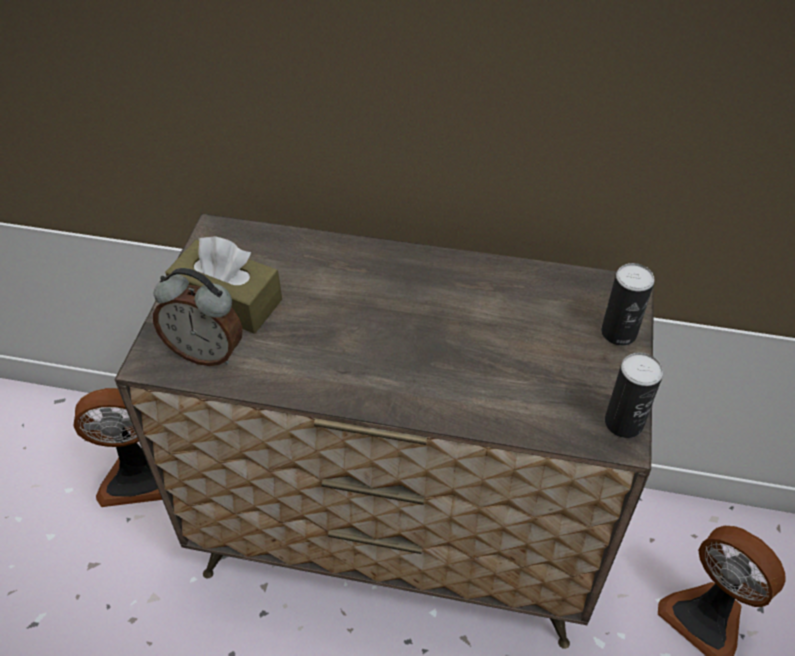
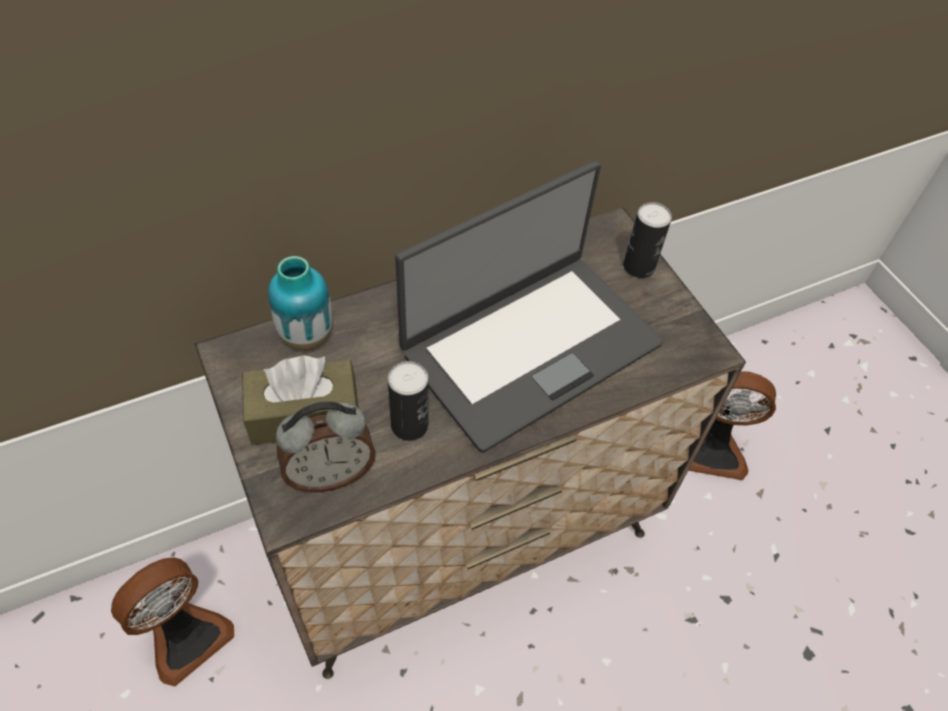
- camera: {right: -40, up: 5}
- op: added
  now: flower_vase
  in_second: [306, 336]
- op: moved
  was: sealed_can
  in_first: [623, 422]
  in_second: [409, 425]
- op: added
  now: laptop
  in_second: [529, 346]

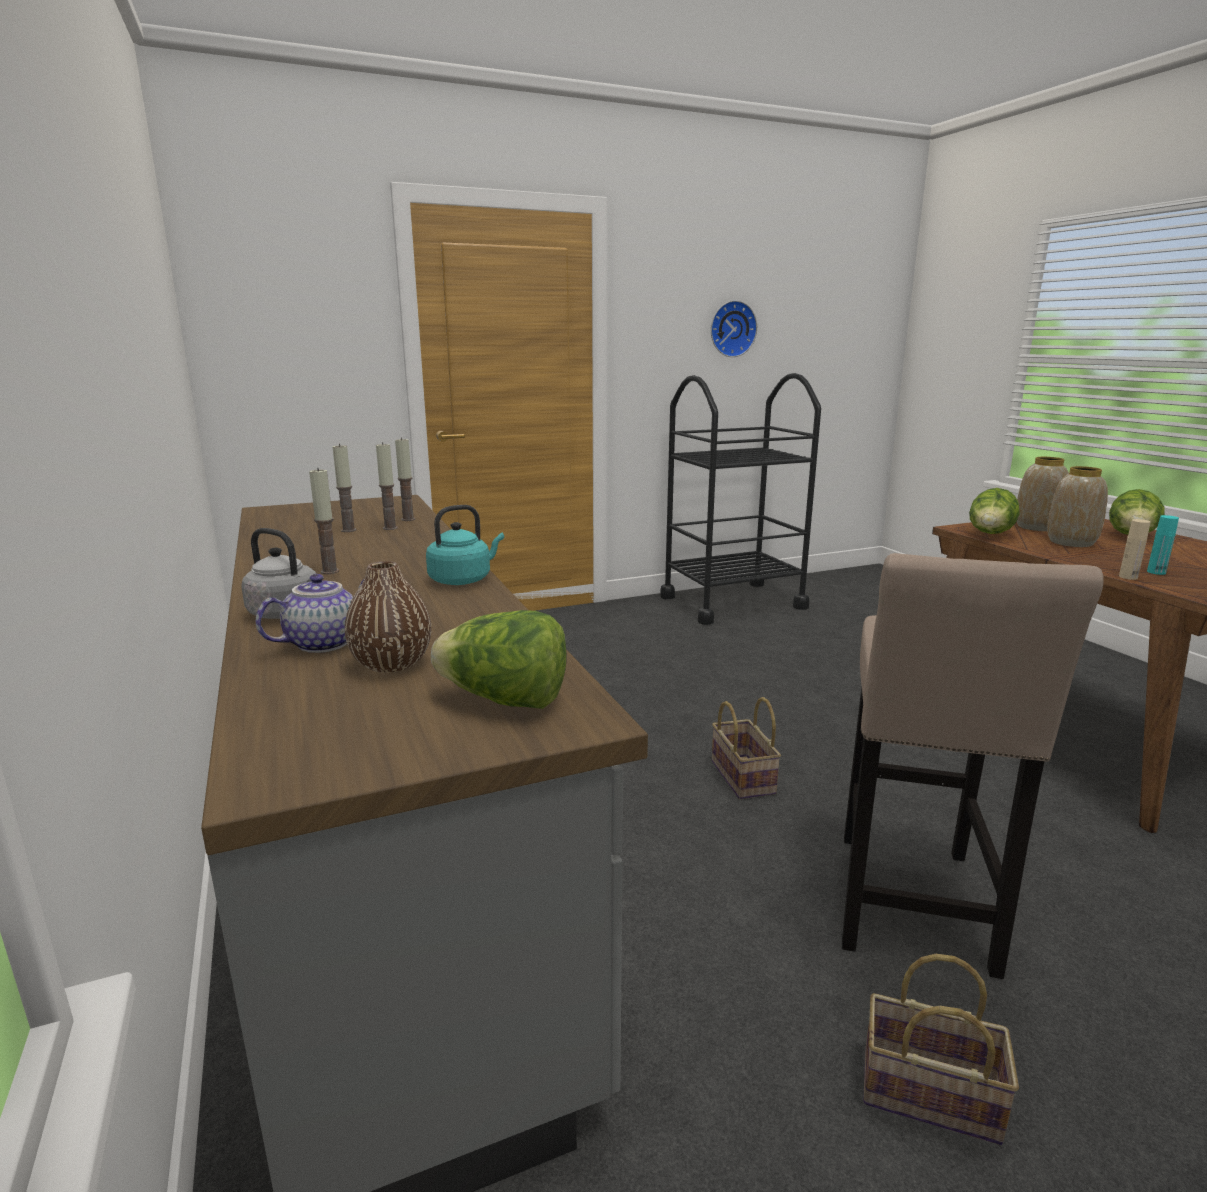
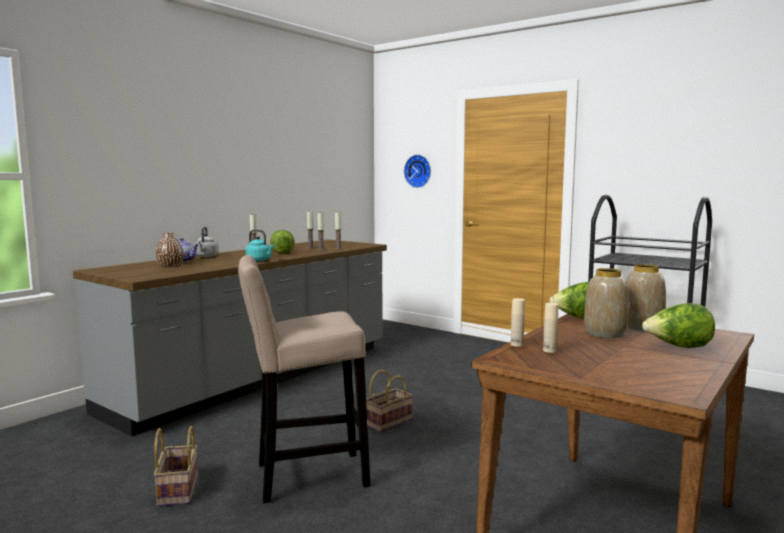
- camera: {right: 60, up: -10}
- op: moved
  was: lettuce_head
  in_first: [505, 701]
  in_second: [281, 252]
- op: moved
  was: wall_clock
  in_first: [731, 329]
  in_second: [418, 171]
- op: recoloured
  was: turquoise_beverage_bottle
  now: beige-coloured_beverage_bottle
  in_first: [1156, 572]
  in_second: [549, 350]

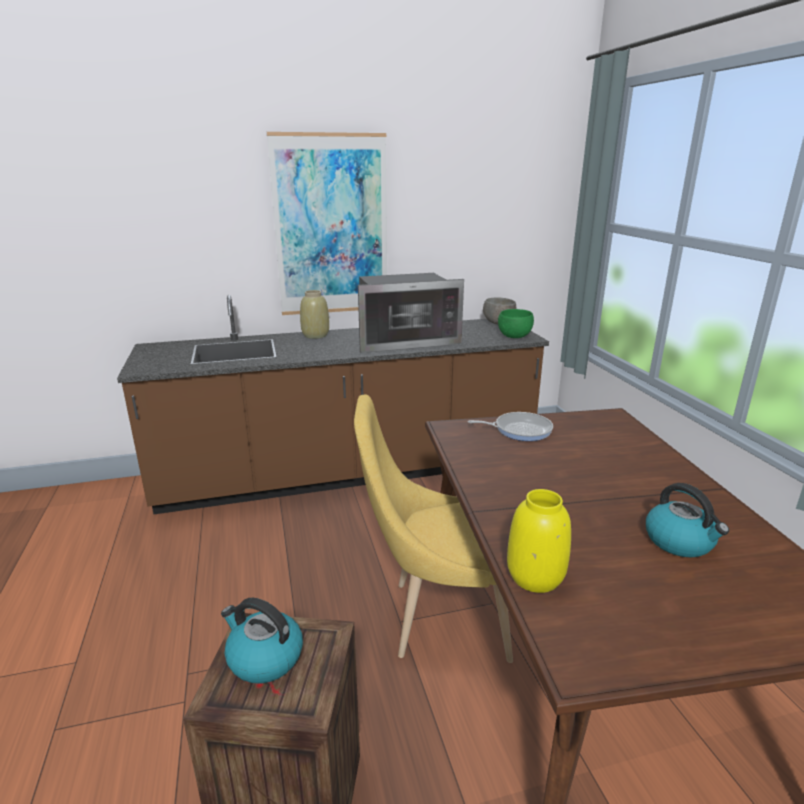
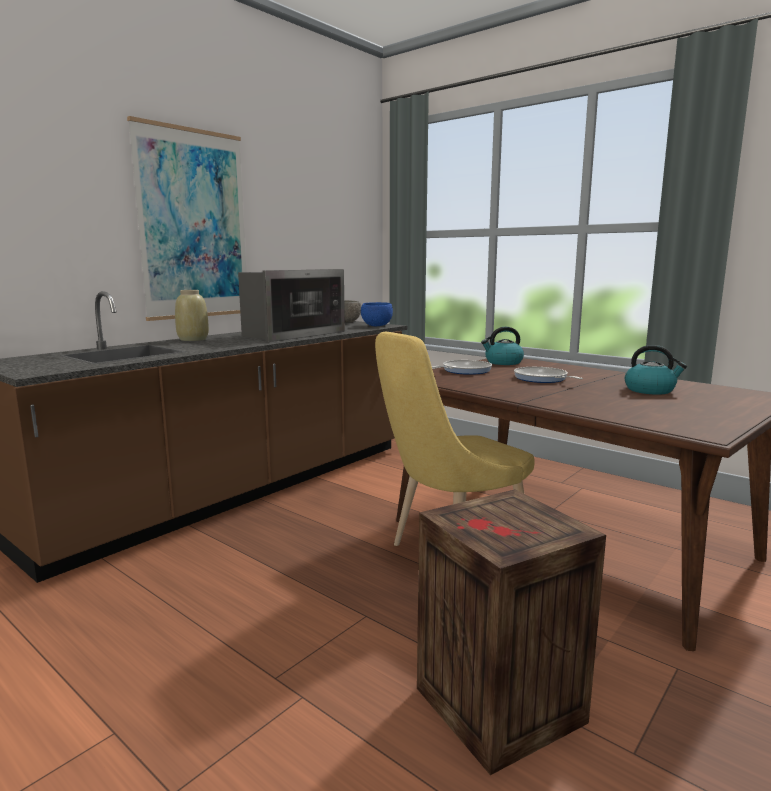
- camera: {right: -35, up: -10}
- op: recoloured
  was: green_bowl
  now: blue-coloured_bowl
  in_first: [514, 336]
  in_second: [376, 326]
- op: moved
  was: water_kettle
  in_first: [264, 658]
  in_second: [503, 362]
- op: added
  now: frying_pan
  in_second: [542, 379]
- op: removed
  was: yellow_flower_vase
  in_first: [534, 577]

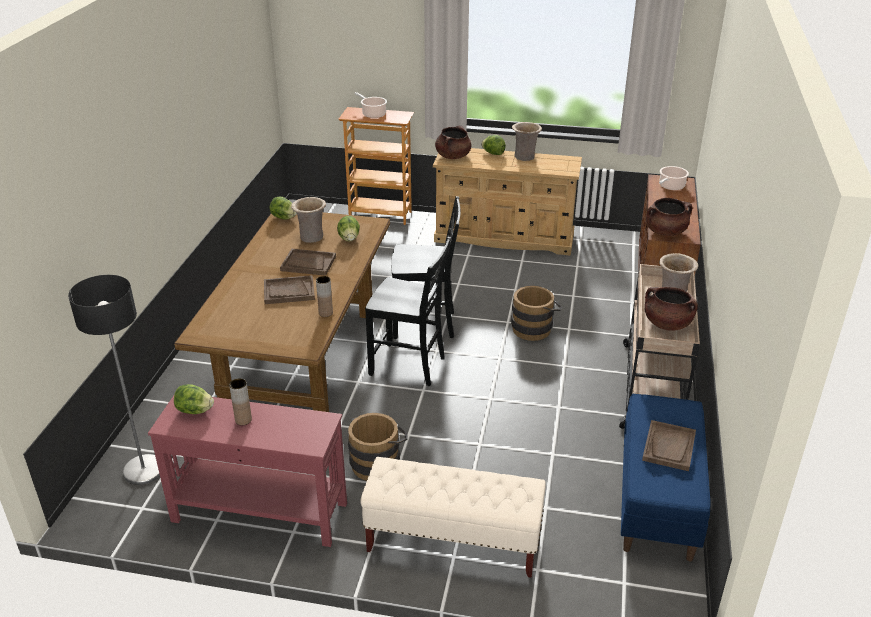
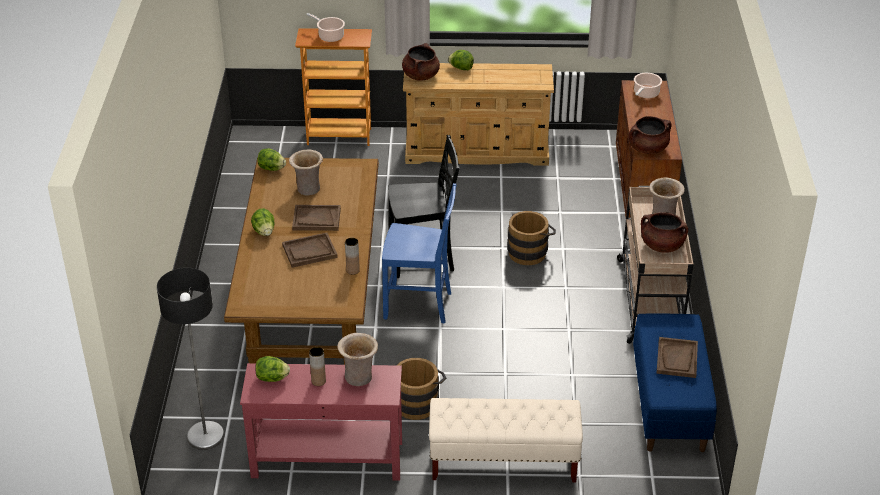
- camera: {right: -10, up: 5}
- op: moved
  was: lettuce_head
  in_first: [349, 239]
  in_second: [264, 231]
- op: moved
  was: beige-coloured_flower_vase
  in_first: [525, 157]
  in_second: [359, 376]
- op: recoloured
  was: blackish_plain_chair
  now: blue-coloured_plain_chair
  in_first: [409, 366]
  in_second: [419, 305]

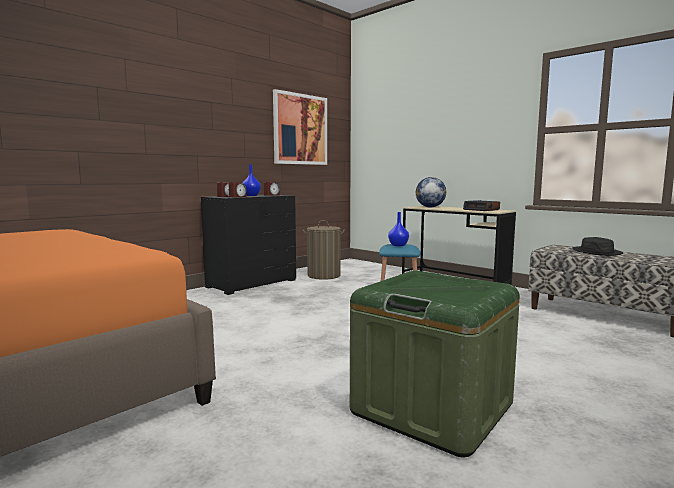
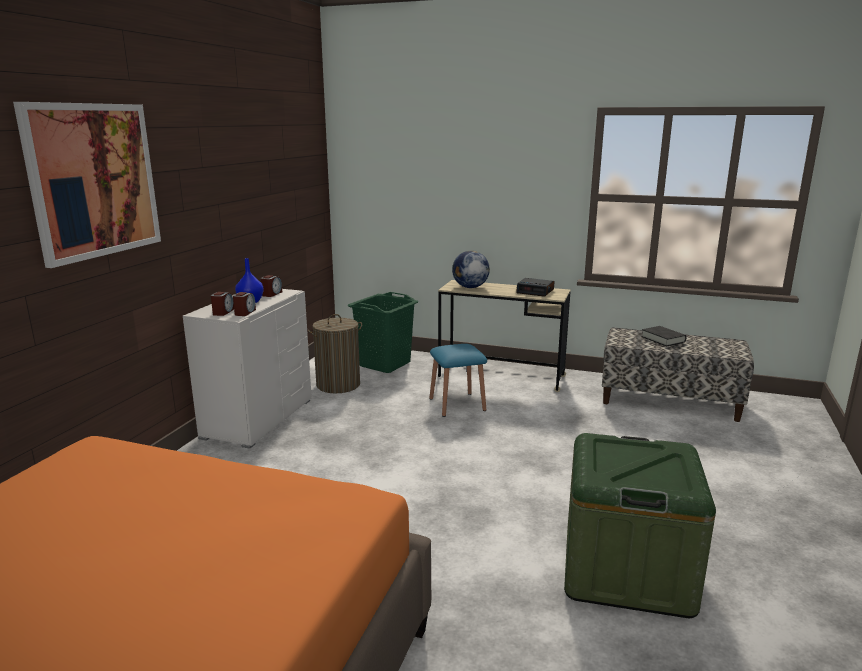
- camera: {right: -25, up: 10}
- op: moved
  was: picture
  in_first: [300, 129]
  in_second: [94, 180]
- op: recoloured
  was: blackish_drawer_chest
  now: white_drawer_chest
  in_first: [251, 283]
  in_second: [257, 418]
- op: added
  now: green_washing_basket
  in_second: [385, 364]
- op: replaced
  was: blackish_clothing_hat
  now: blackish_volume
  in_first: [597, 252]
  in_second: [663, 339]
- op: removed
  was: blue-coloured_flower_vase
  in_first: [398, 245]

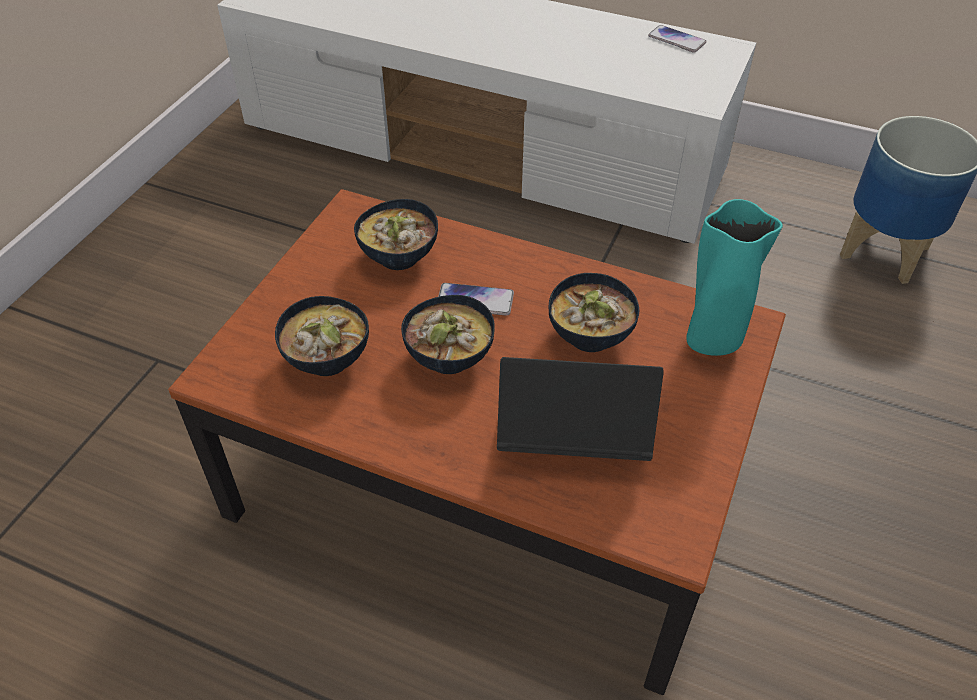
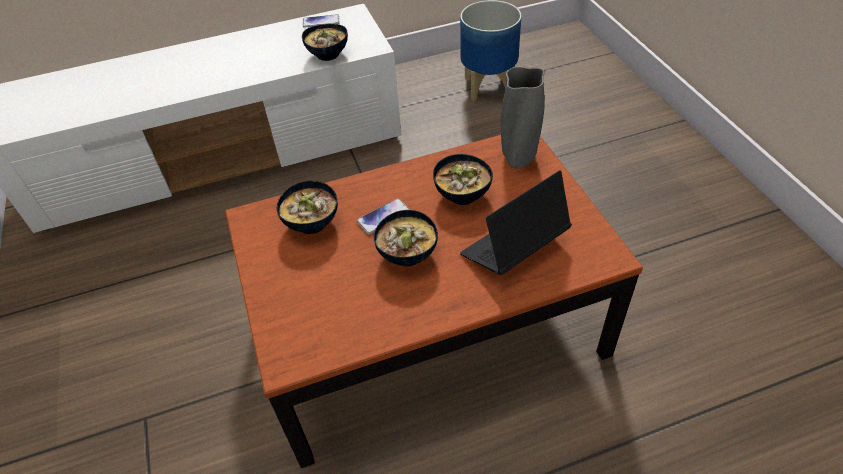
- camera: {right: -40, up: 0}
- op: moved
  was: bowl
  in_first: [327, 361]
  in_second: [328, 55]
- op: recoloured
  was: turquoise_flower_vase
  now: greyish_flower_vase
  in_first: [712, 341]
  in_second: [518, 159]

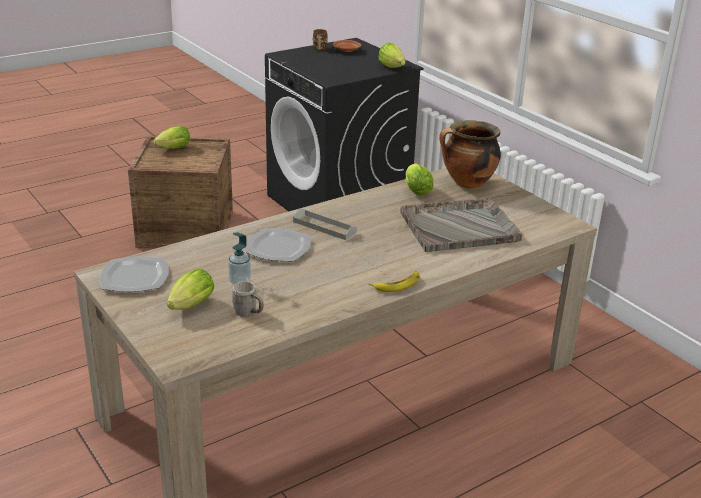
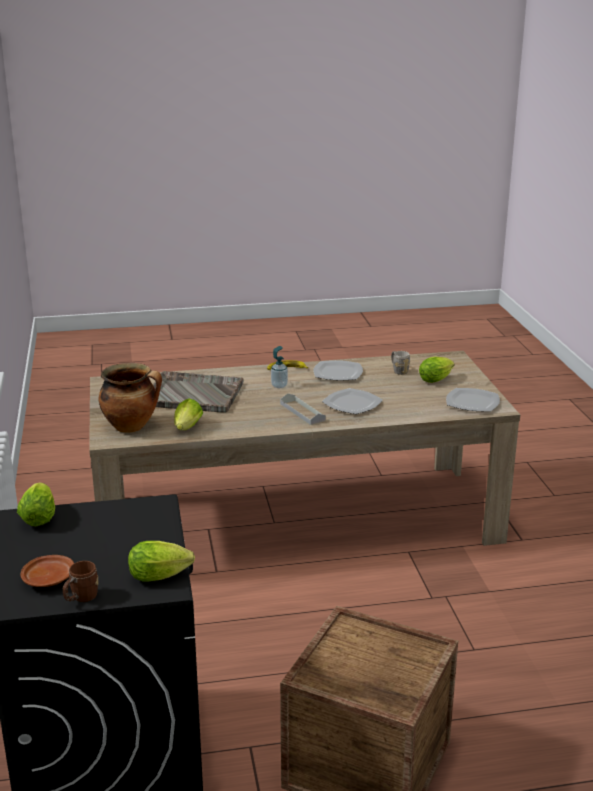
- camera: {right: -155, up: -5}
- op: moved
  was: lettuce_head
  in_first: [172, 149]
  in_second: [163, 576]
- op: moved
  was: soap_dispenser
  in_first: [240, 281]
  in_second: [279, 386]
- op: added
  now: dinner_plate
  in_second: [337, 373]

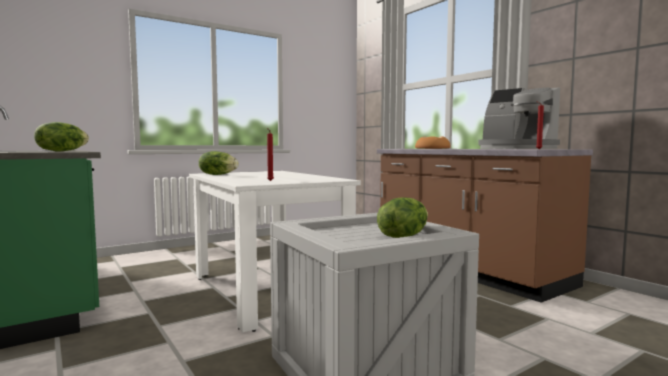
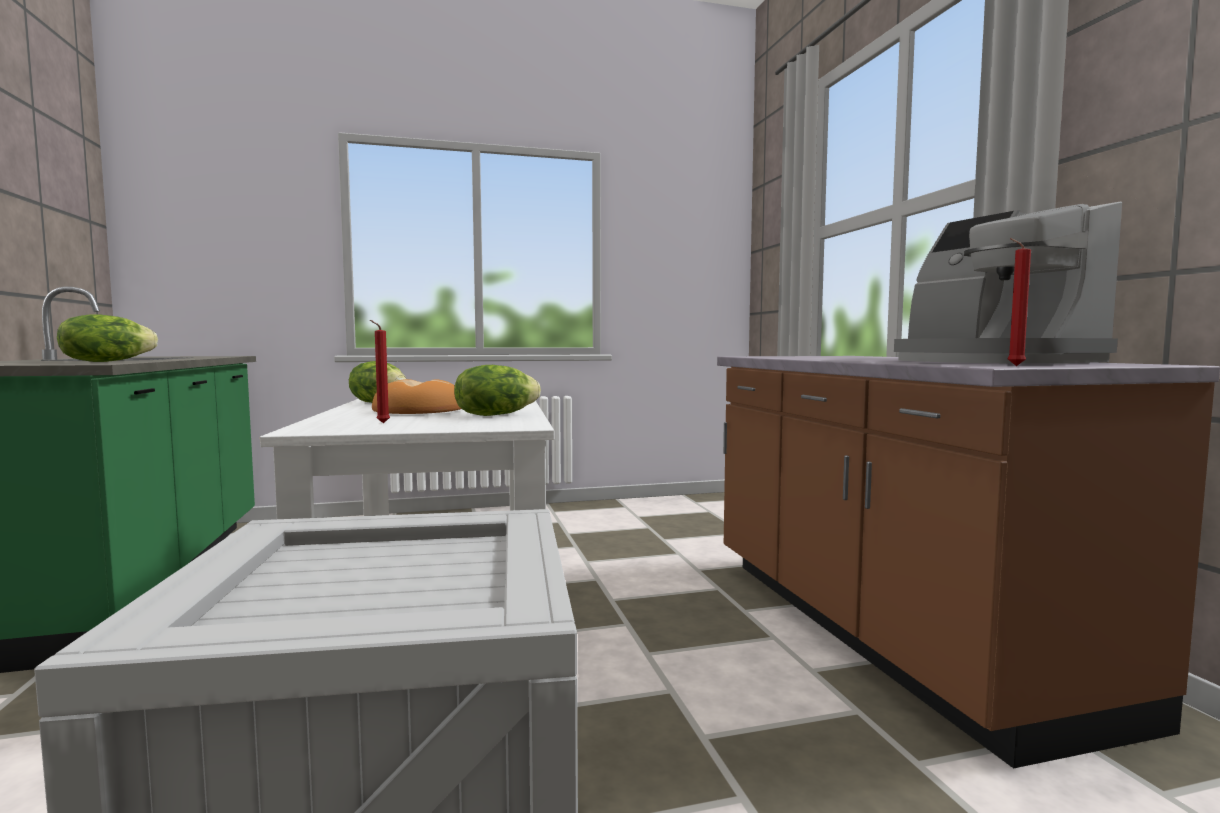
- camera: {right: 20, up: 0}
- op: moved
  was: bakery_bread
  in_first: [432, 148]
  in_second: [419, 410]
- op: moved
  was: lettuce_head
  in_first: [403, 236]
  in_second: [495, 415]

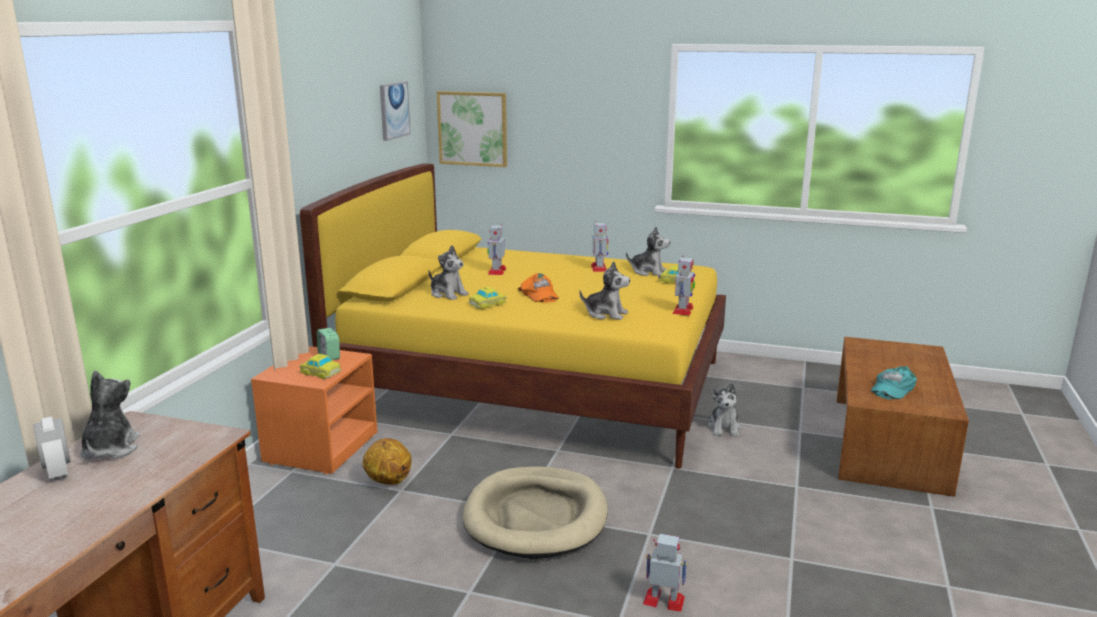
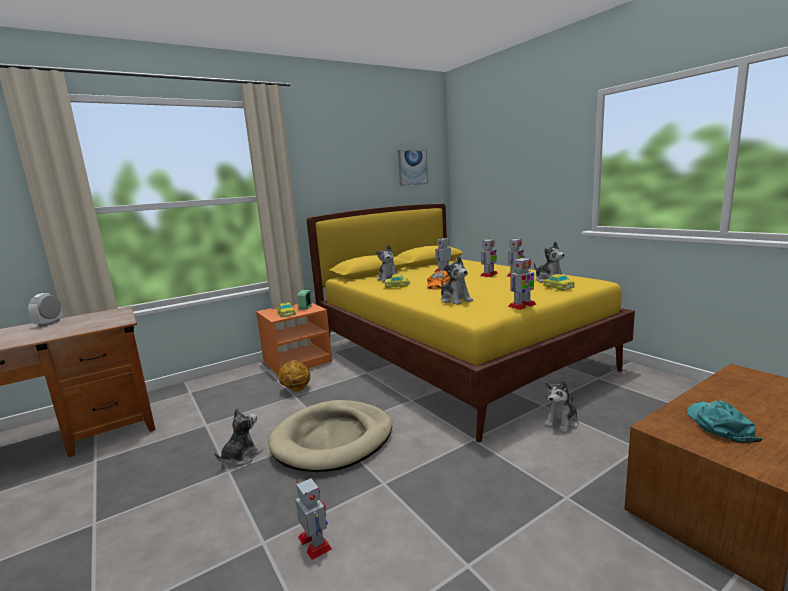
- camera: {right: 40, up: -5}
- op: moved
  was: soft_toy
  in_first: [110, 449]
  in_second: [241, 457]
- op: added
  now: toy_robot
  in_second: [489, 275]
- op: turned
  was: turquoise_cap
  in_first: [892, 388]
  in_second: [719, 425]
  clockwise: 105
- op: removed
  was: picture
  in_first: [473, 128]

